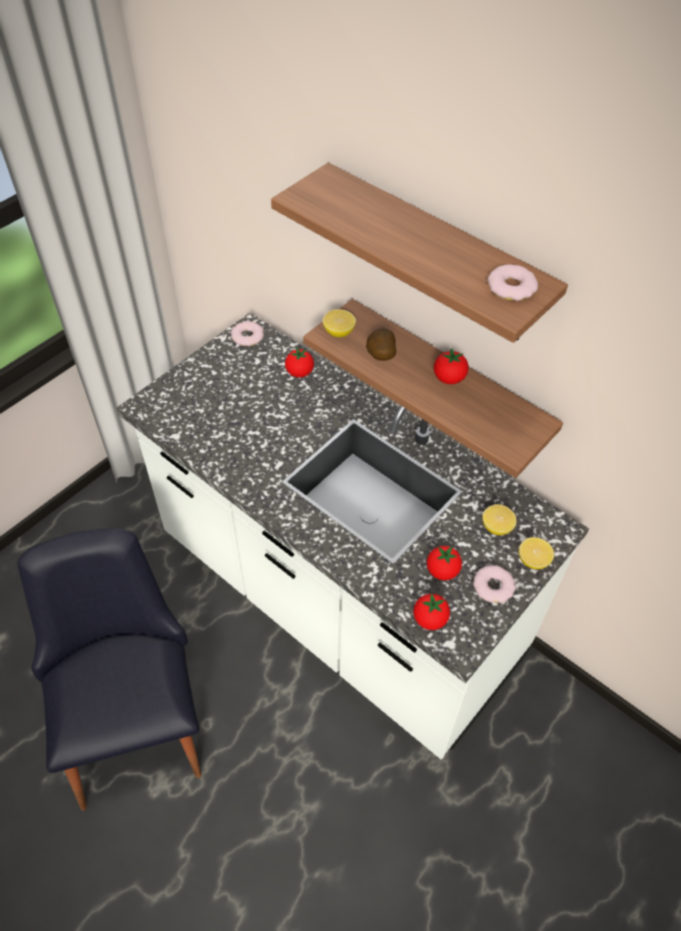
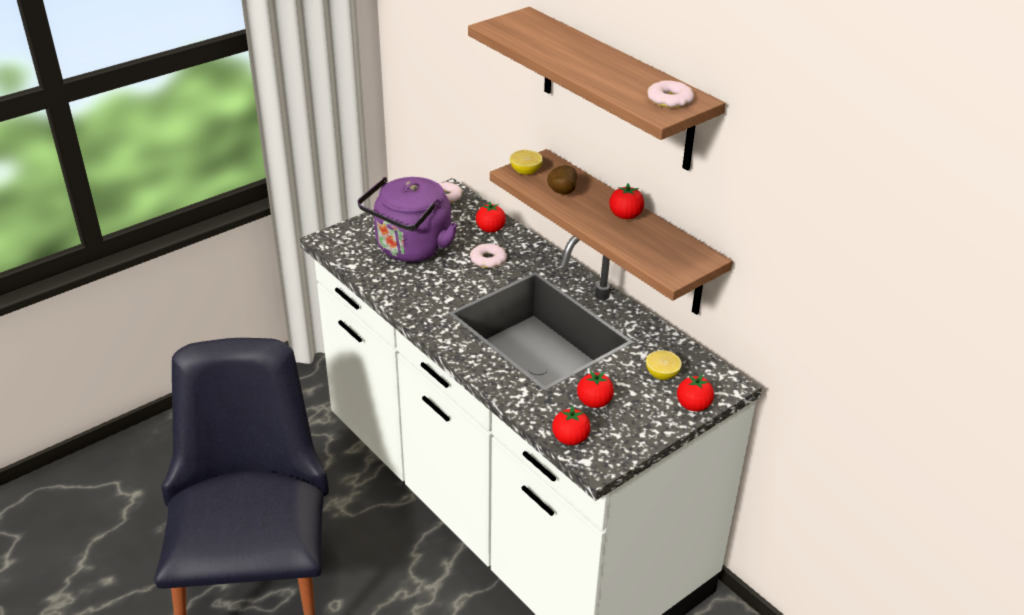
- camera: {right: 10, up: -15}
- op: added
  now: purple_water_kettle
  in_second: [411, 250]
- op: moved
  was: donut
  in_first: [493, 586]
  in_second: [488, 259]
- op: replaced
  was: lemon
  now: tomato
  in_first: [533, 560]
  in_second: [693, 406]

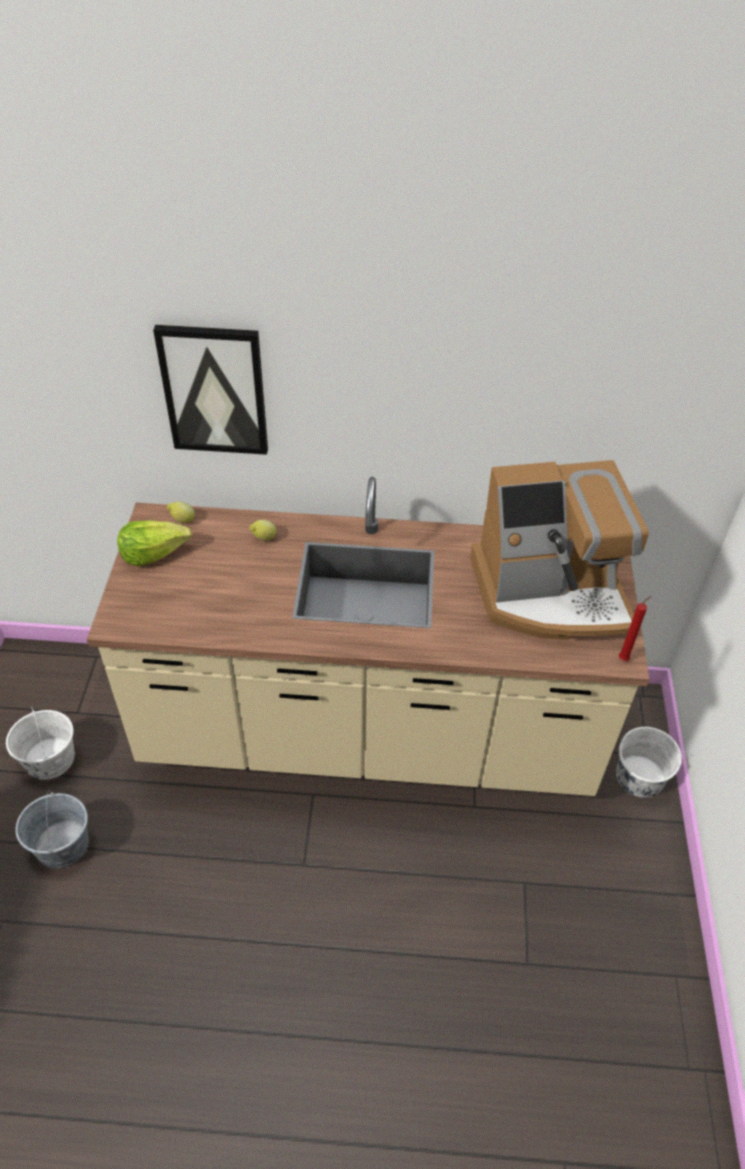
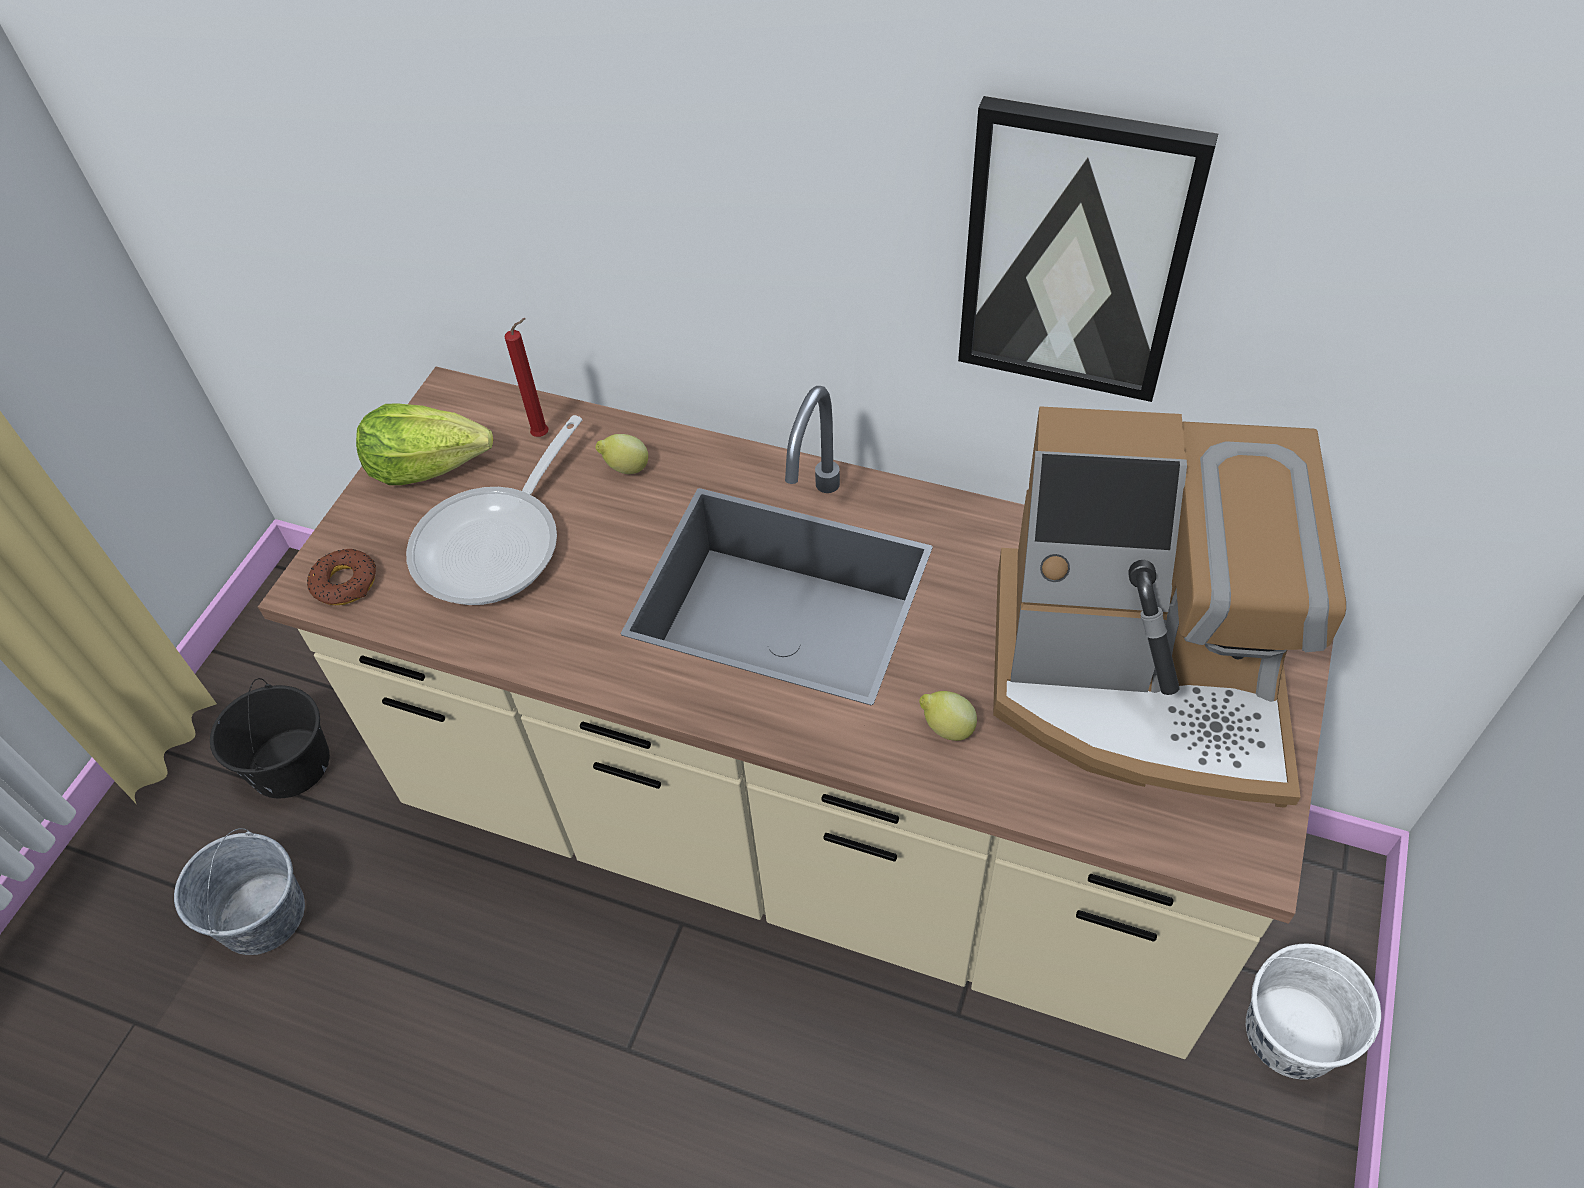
- camera: {right: 20, up: 5}
- op: recoloured
  was: white_pail
  now: blackish_pail
  in_first: [50, 758]
  in_second: [290, 764]
- op: added
  now: donut
  in_second: [345, 583]
- op: added
  now: frying_pan
  in_second: [497, 544]
- op: moved
  was: red-coloured_wax_light
  in_first: [624, 658]
  in_second: [544, 435]
- op: moved
  was: lemon
  in_first: [182, 520]
  in_second: [946, 728]
- op: moved
  was: picture
  in_first: [214, 390]
  in_second: [1076, 254]

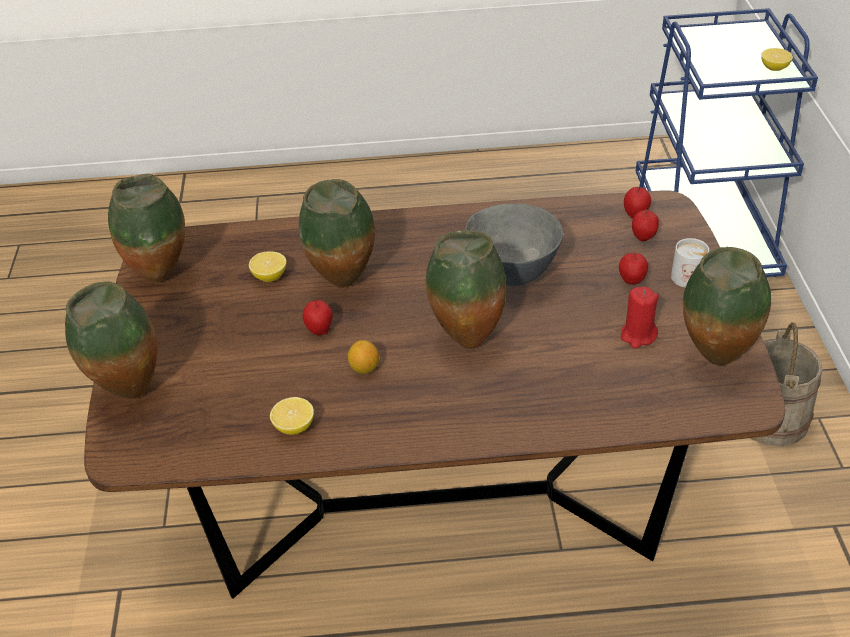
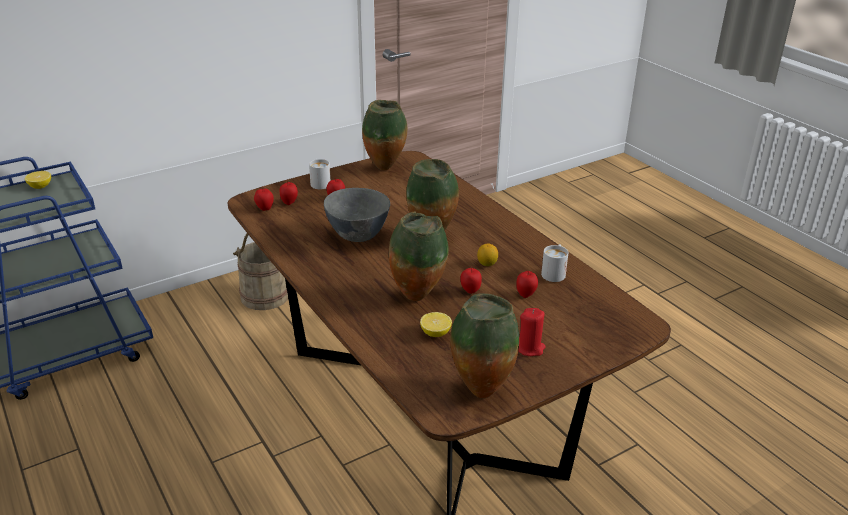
- camera: {right: -120, up: -10}
- op: added
  now: apple_fruit
  in_second: [526, 294]
- op: moved
  was: red-coloured_wax_light
  in_first: [638, 335]
  in_second: [530, 348]
- op: replaced
  was: lemon
  now: white_coffee_mug
  in_first: [294, 427]
  in_second: [554, 272]
- op: removed
  was: flower_vase
  in_first: [129, 393]

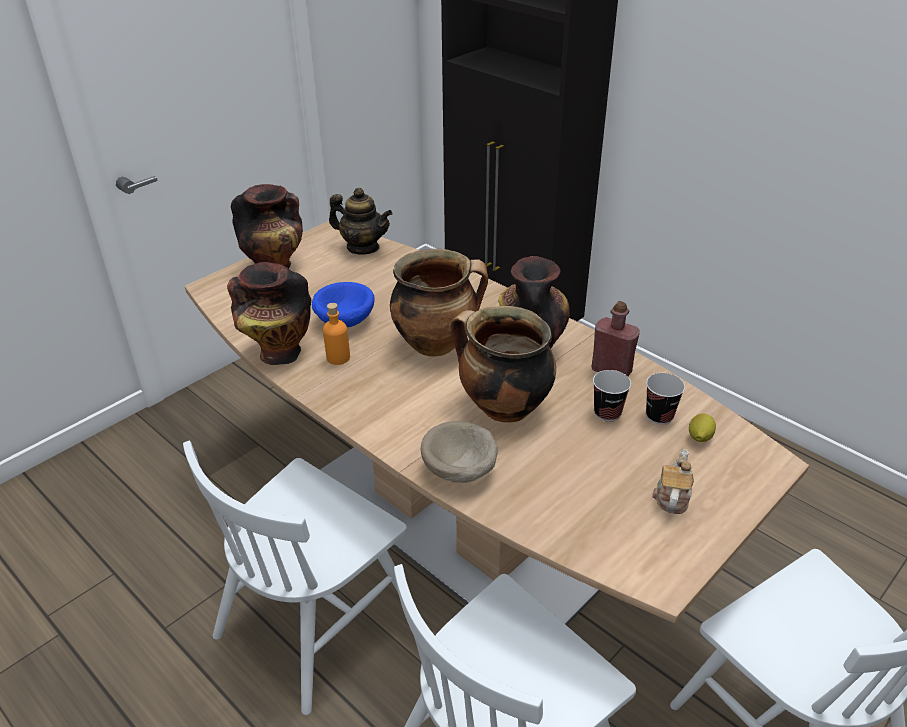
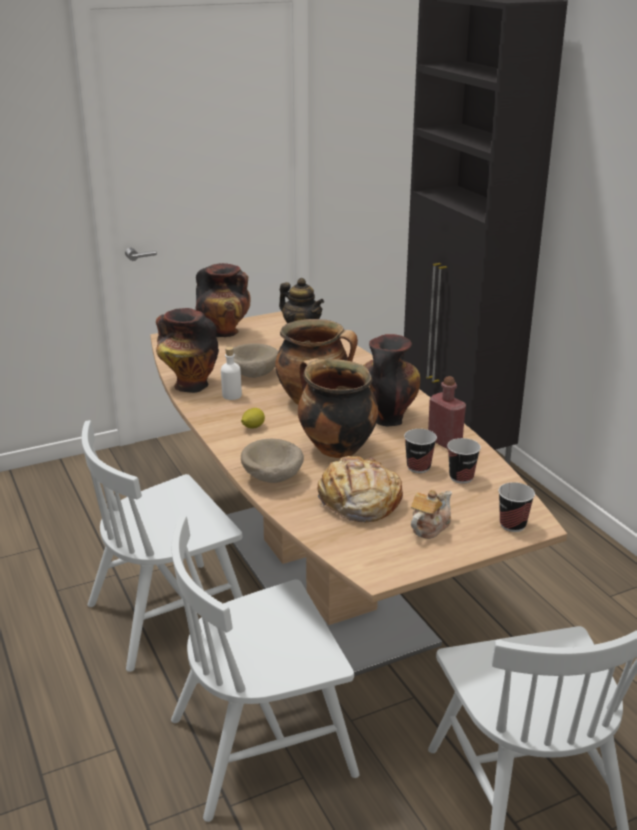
- camera: {right: 20, up: -10}
- op: recoloured
  was: orangey_beverage_bottle
  now: white_beverage_bottle
  in_first: [338, 357]
  in_second: [231, 395]
- op: recoloured
  was: blue-coloured_bowl
  now: beige-coloured_bowl
  in_first: [344, 321]
  in_second: [252, 374]
- op: moved
  was: lemon
  in_first: [699, 438]
  in_second: [253, 427]
- op: added
  now: bakery_bread
  in_second: [358, 502]
- op: added
  now: cup
  in_second: [512, 525]

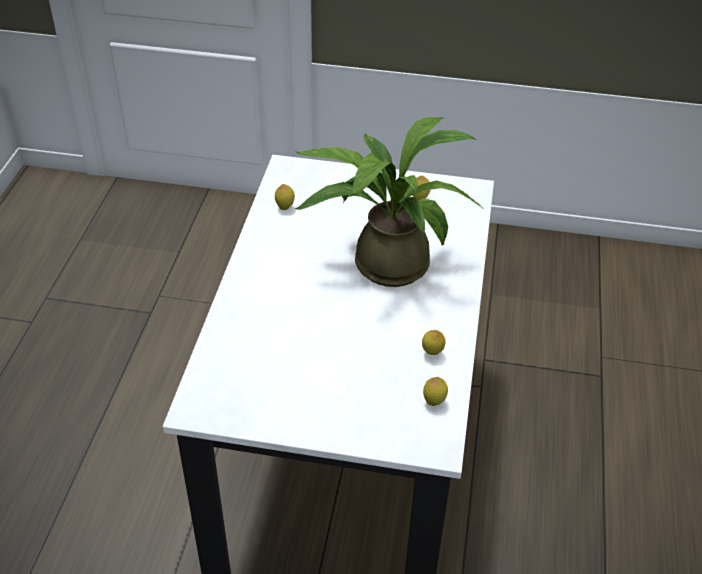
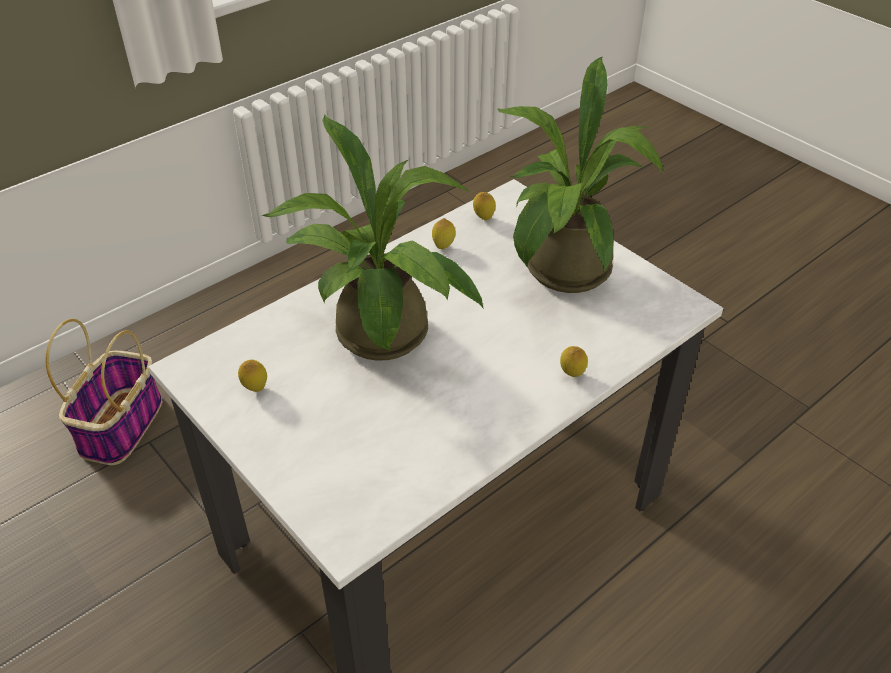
- camera: {right: -140, up: 0}
- op: added
  now: storage_basket
  in_second: [121, 425]
- op: added
  now: houseplant
  in_second: [562, 276]
- op: moved
  was: lemon
  in_first: [285, 207]
  in_second: [572, 375]

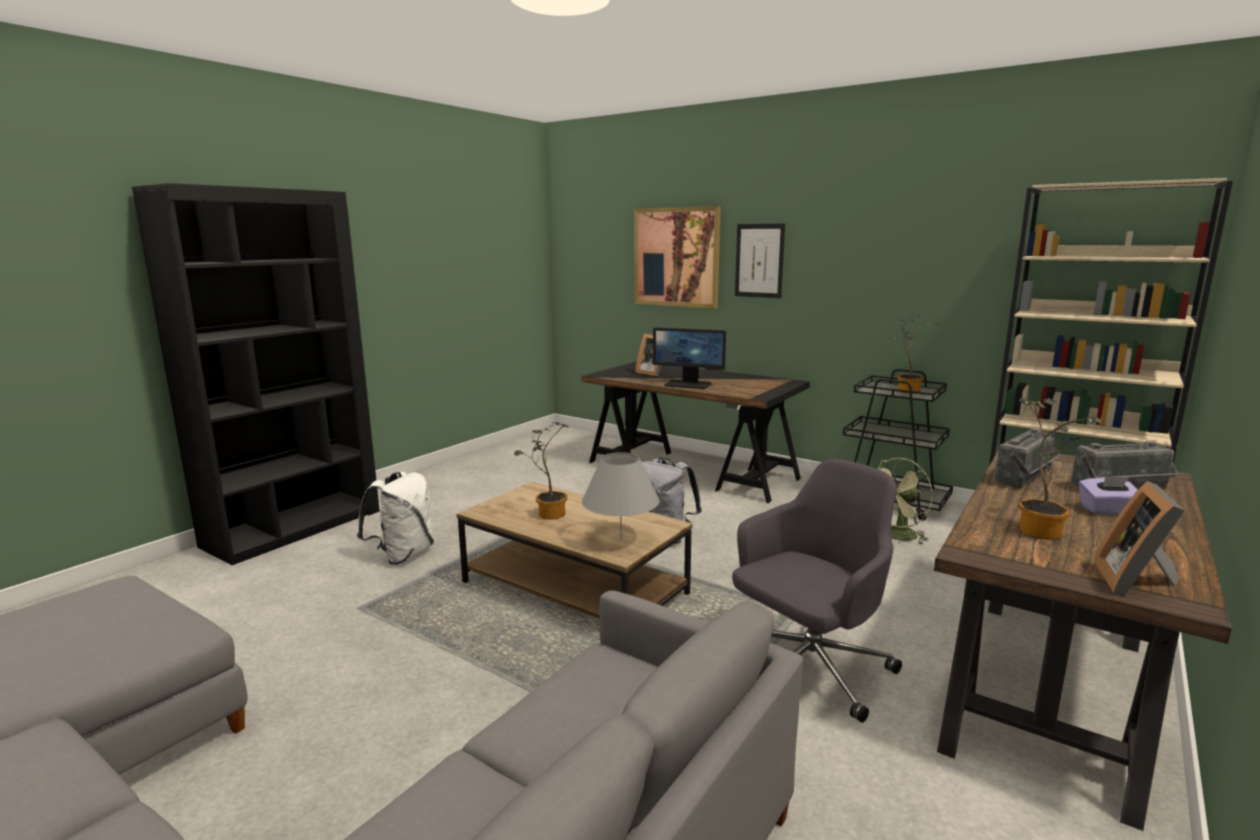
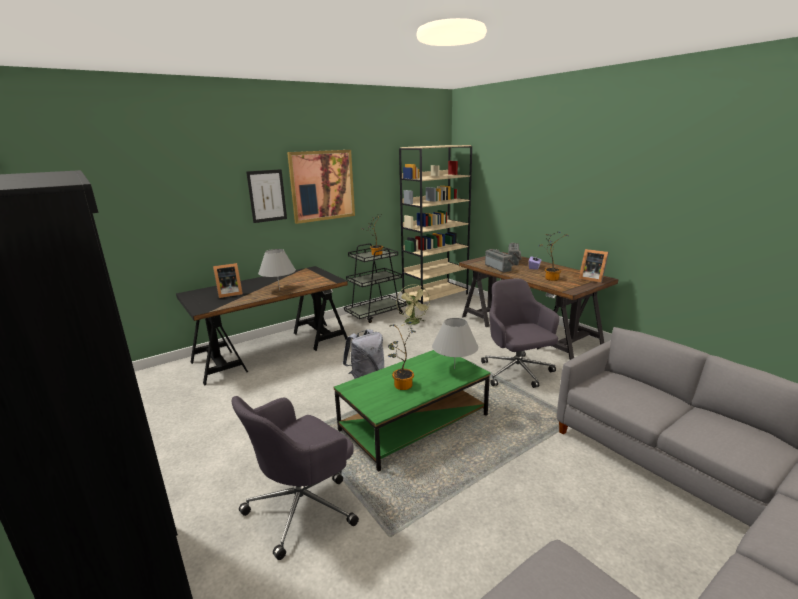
- camera: {right: -70, up: 5}
- op: replaced
  was: white_rucksack
  now: greyish_office_chair
  in_first: [403, 555]
  in_second: [303, 506]
- op: replaced
  was: computer_screen
  now: greyish_tabletop_lamp
  in_first: [688, 384]
  in_second: [279, 290]
- op: moved
  was: picture
  in_first: [676, 257]
  in_second: [322, 185]
- op: recoloured
  was: brownish_low_table
  now: green_low_table
  in_first: [572, 588]
  in_second: [413, 423]

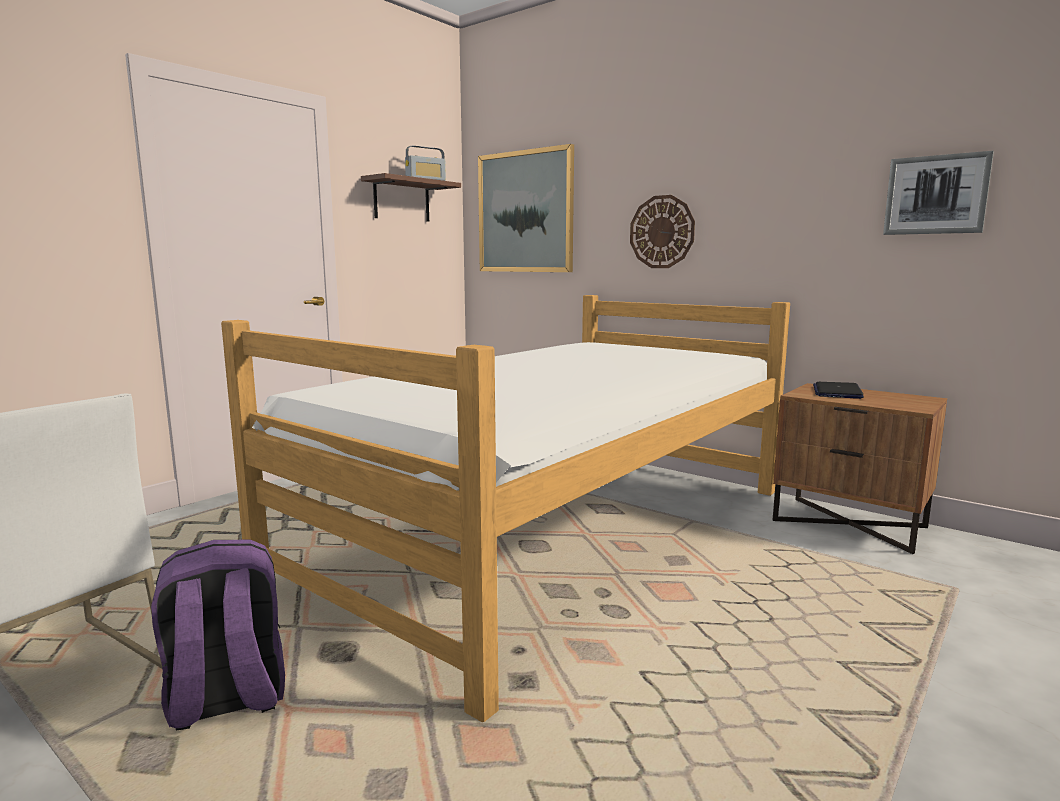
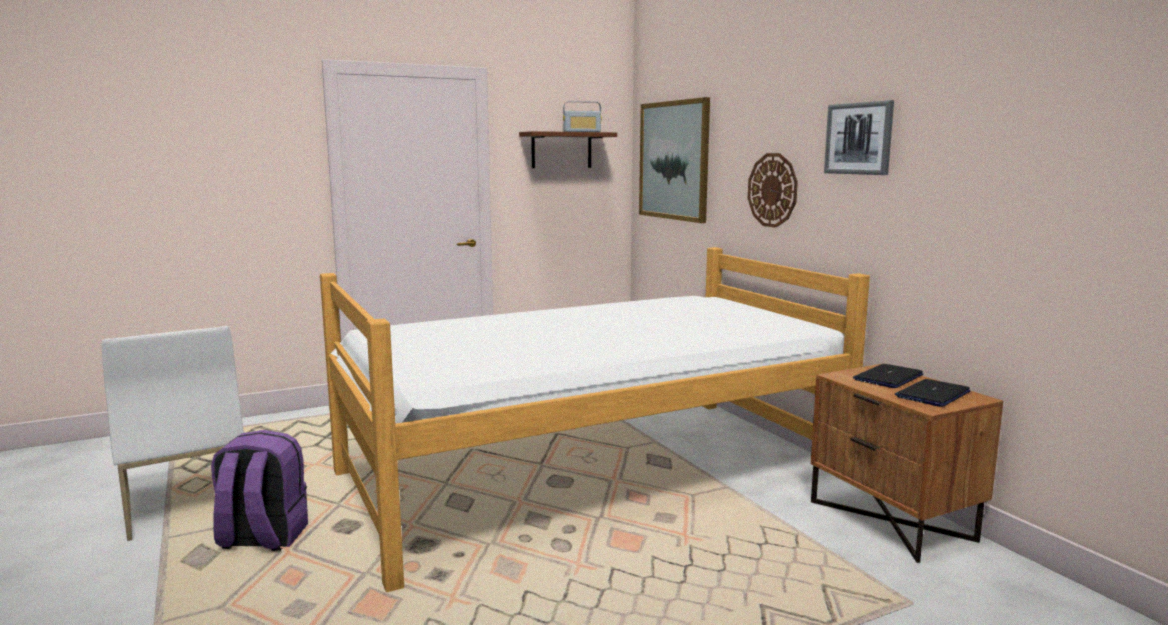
- camera: {right: 25, up: 0}
- op: moved
  was: picture
  in_first: [936, 195]
  in_second: [859, 138]
- op: added
  now: laptop
  in_second: [932, 394]

